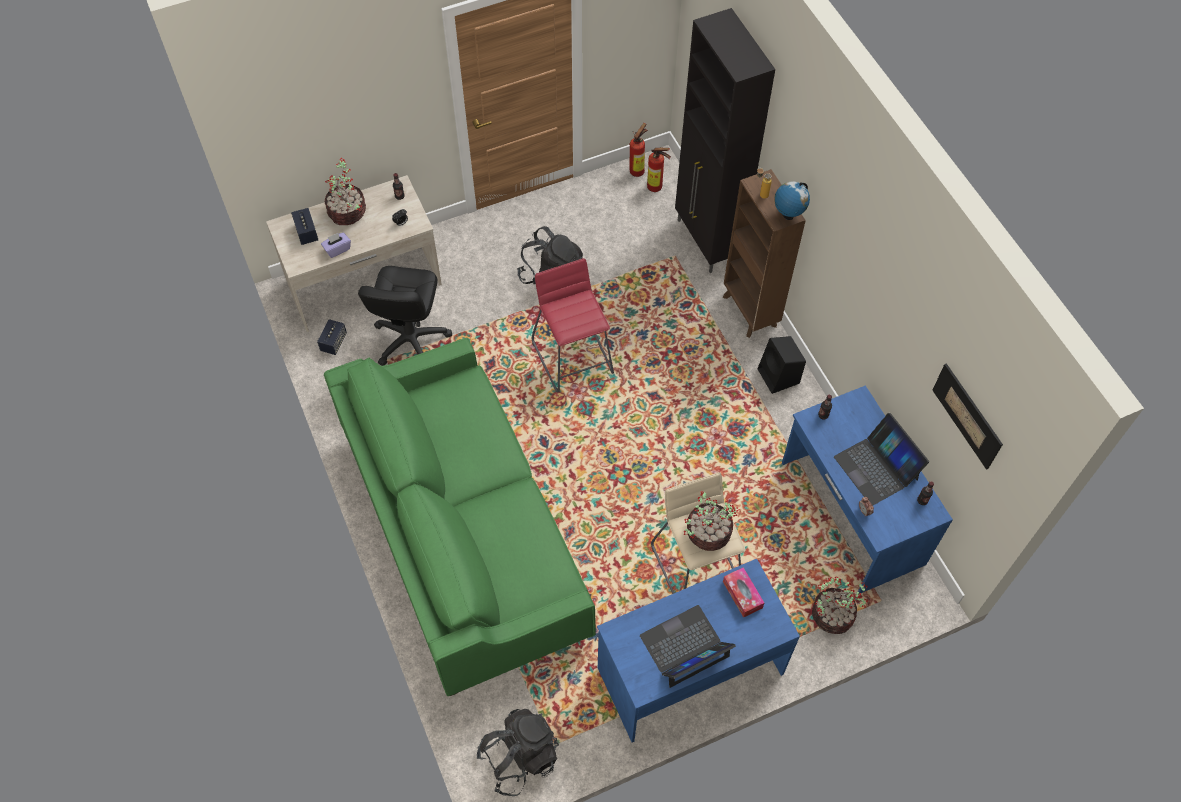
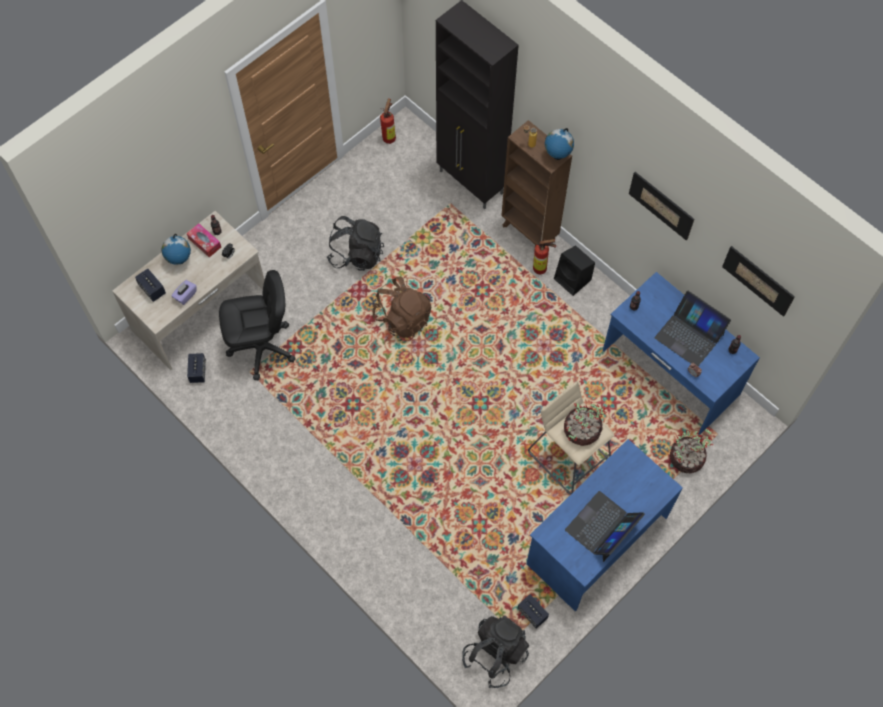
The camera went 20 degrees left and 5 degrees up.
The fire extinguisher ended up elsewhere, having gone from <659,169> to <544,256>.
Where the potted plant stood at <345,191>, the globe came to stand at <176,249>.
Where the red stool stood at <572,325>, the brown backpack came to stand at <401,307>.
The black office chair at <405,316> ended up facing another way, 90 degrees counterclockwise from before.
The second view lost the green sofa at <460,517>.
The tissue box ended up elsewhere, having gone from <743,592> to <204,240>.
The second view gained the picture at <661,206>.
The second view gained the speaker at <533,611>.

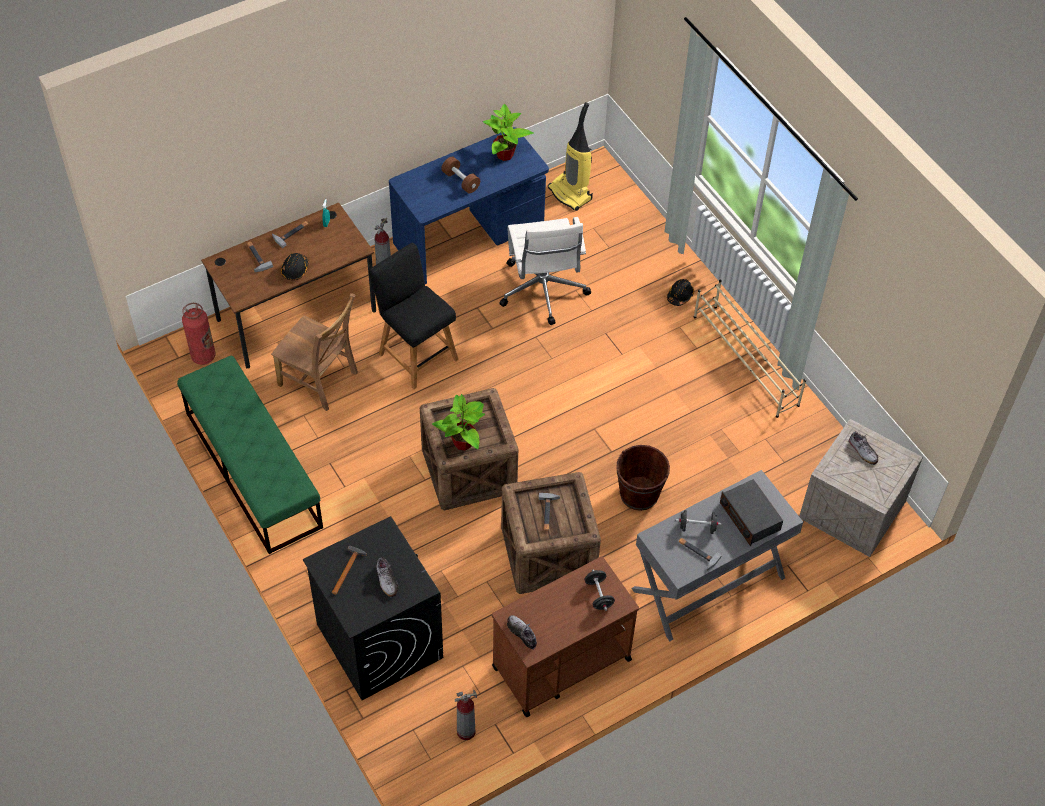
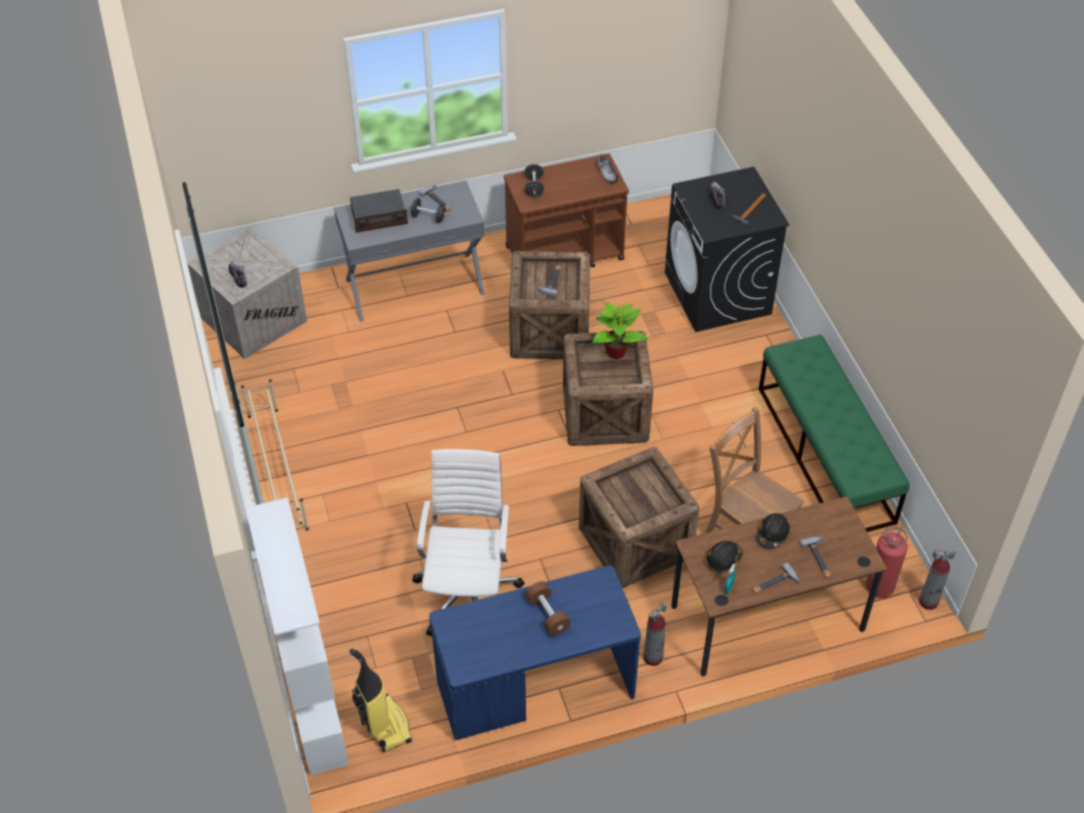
The camera went 165 degrees left and 5 degrees down.
The second view lost the potted plant at <508,132>.
Where the black stool stood at <413,316>, the crate came to stand at <639,517>.
The black hard hat ended up elsewhere, having gone from <680,292> to <724,557>.
The second view lost the brown bucket at <643,478>.
The radio at <751,512> ended up facing another way, 90 degrees clockwise from before.
The fire extinguisher ended up elsewhere, having gone from <466,715> to <938,579>.
The second view gained the white bookcase at <297,636>.

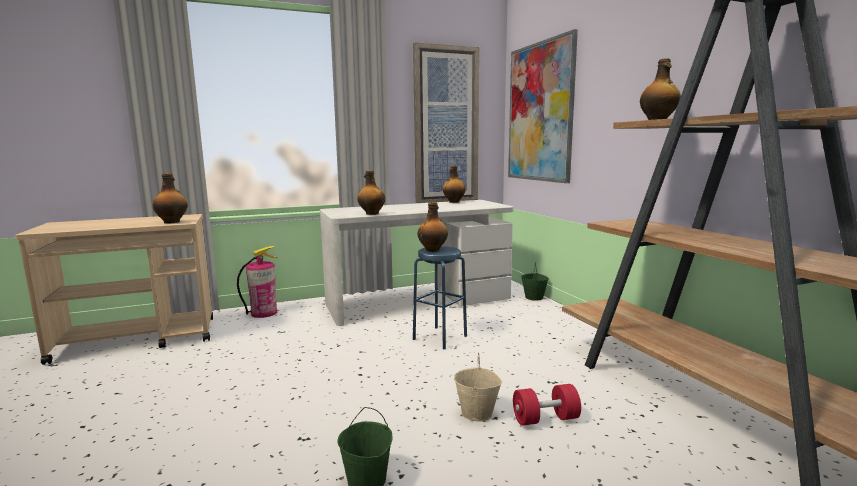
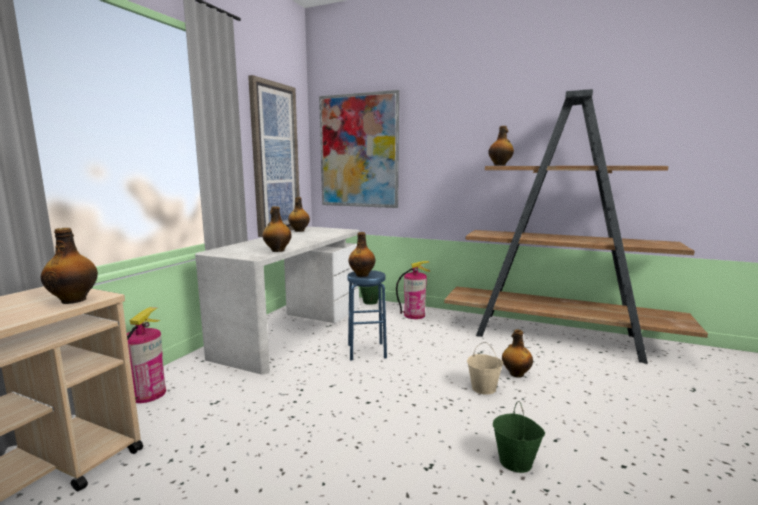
The camera went 45 degrees left and 0 degrees up.
Where the red dumbbell stood at <547,405>, the bottle came to stand at <517,353>.
The second view gained the fire extinguisher at <413,290>.

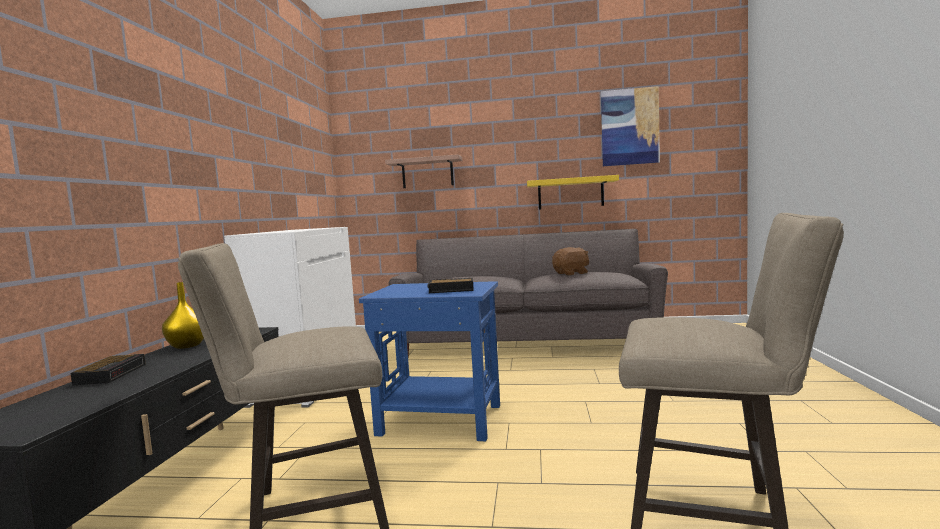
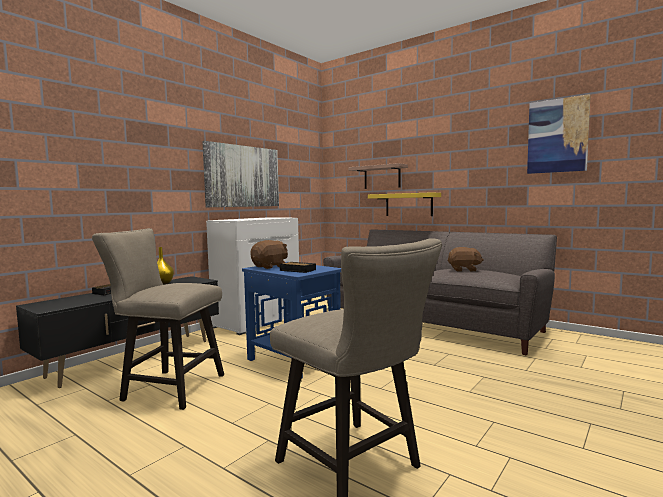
The camera went 30 degrees right and 0 degrees up.
The yellow shelf ended up elsewhere, having gone from <573,192> to <404,204>.
The second view gained the picture at <240,174>.
The second view gained the brown plush toy at <269,254>.

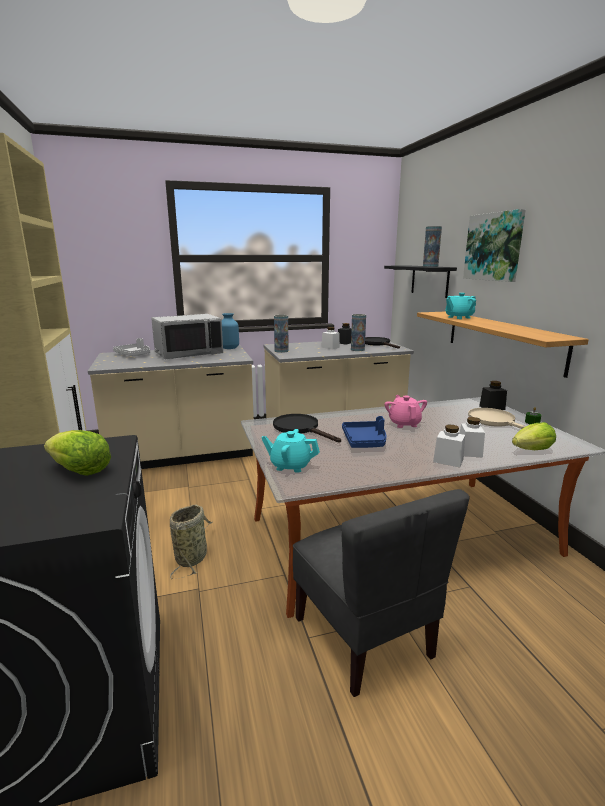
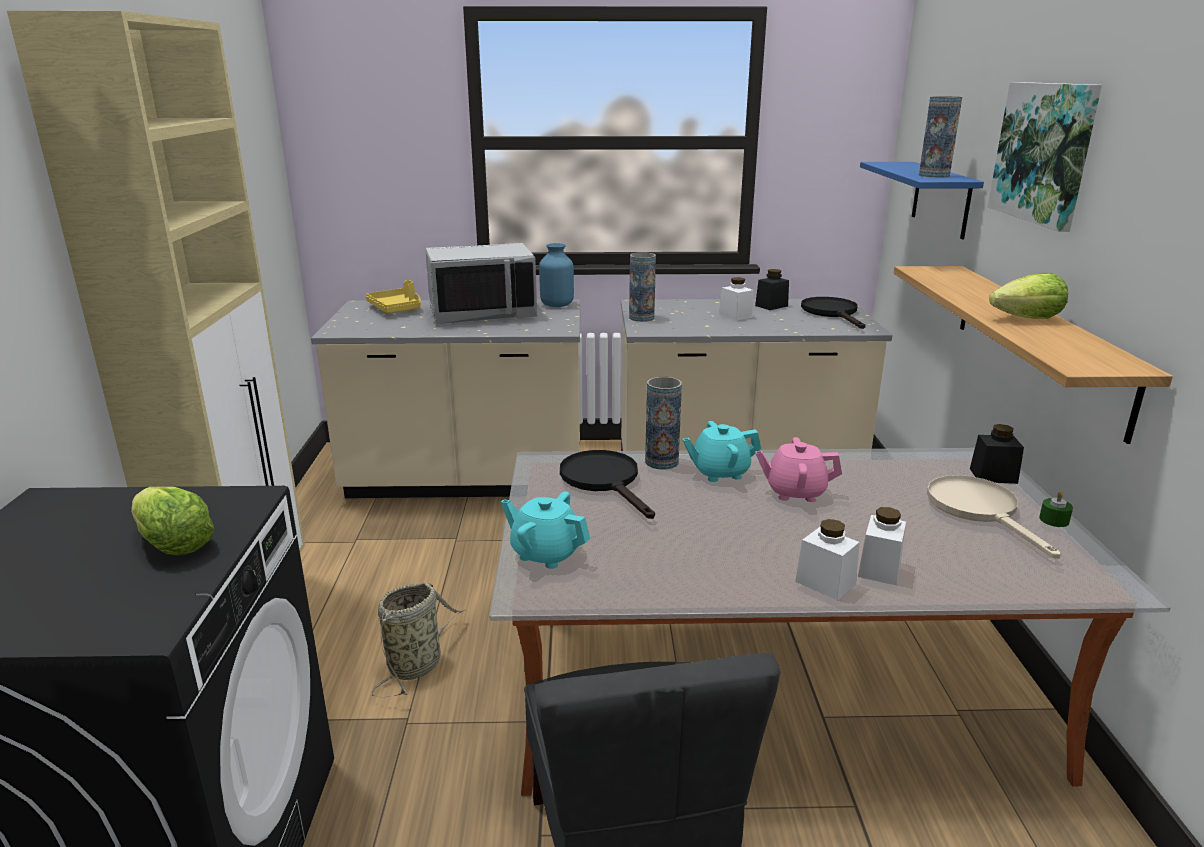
The camera went 15 degrees right and 5 degrees up.
What was the black shelf at <420,282> turned into the blue shelf at <922,200>.
The turquoise teapot ended up elsewhere, having gone from <460,306> to <721,451>.
The vase ended up elsewhere, having gone from <358,332> to <663,423>.
What was the grey tray at <131,347> turned into the yellow tray at <393,296>.
The pink teapot at <405,411> ended up facing another way, 90 degrees counterclockwise from before.
The second view lost the blue tray at <364,432>.
The lettuce ended up elsewhere, having gone from <534,436> to <1028,296>.

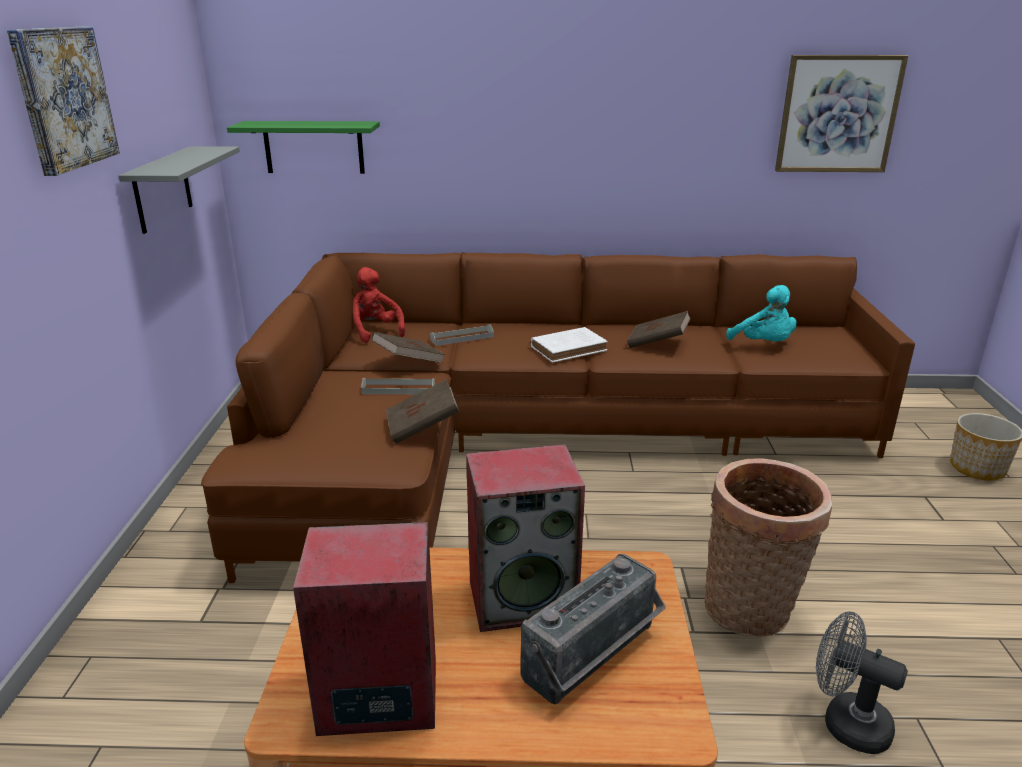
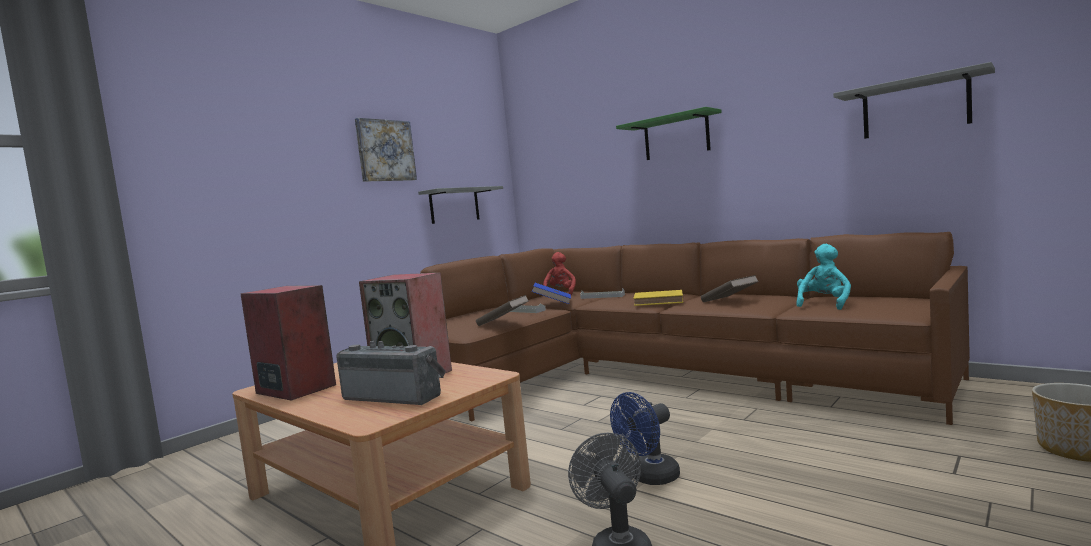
The camera went 40 degrees right and 20 degrees down.
Where the picture hung at <841,113>, the grey shelf came to hang at <914,100>.
The green shelf ended up elsewhere, having gone from <303,147> to <669,133>.
The turquoise plush toy at <761,313> ended up facing another way, 150 degrees counterclockwise from before.
What was the white book at <569,345> turned into the yellow book at <658,298>.
What was the brown book at <408,347> turned into the blue book at <551,293>.
Where the basket stood at <768,547>, the blue fan came to stand at <645,438>.
The radio at <593,629> ended up facing another way, 150 degrees counterclockwise from before.

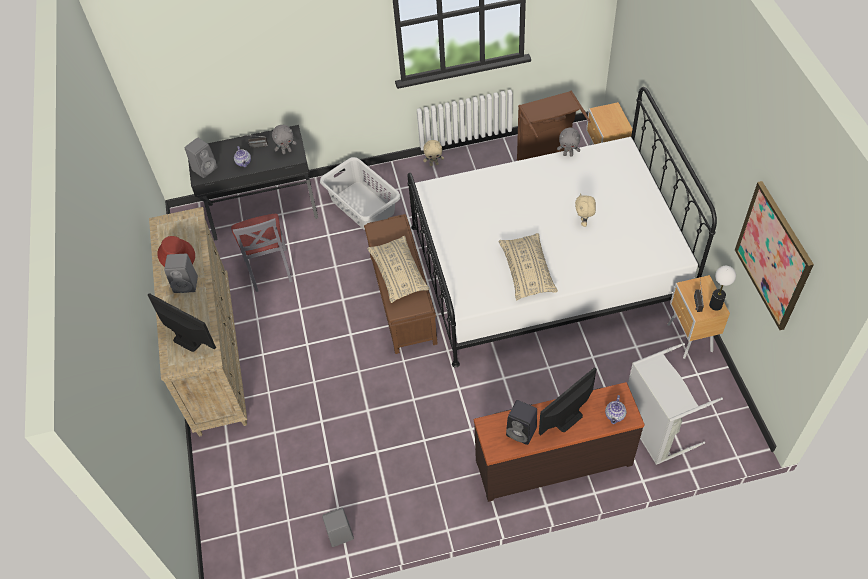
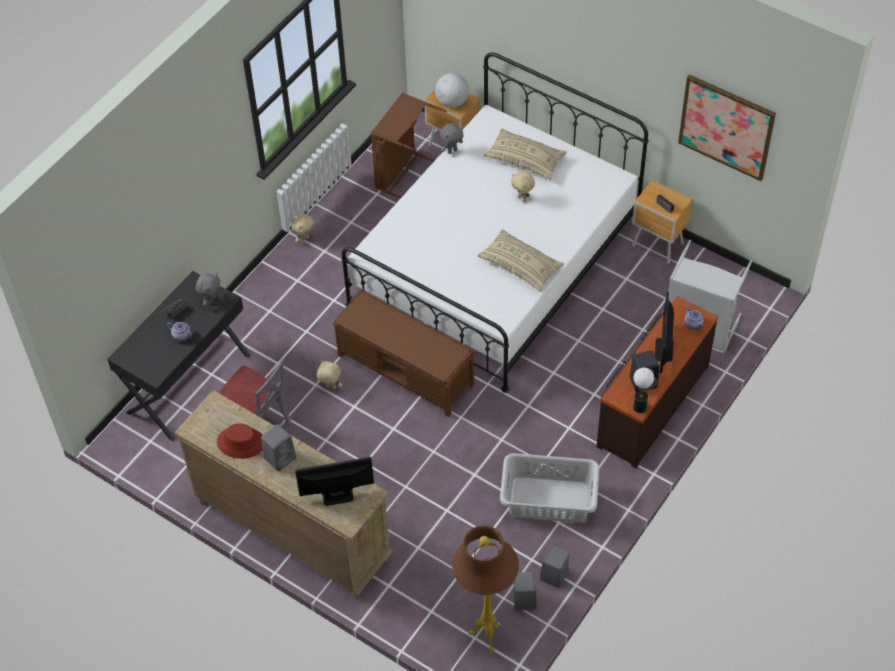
The camera went 45 degrees left and 0 degrees up.
The grey speaker ended up elsewhere, having gone from <201,158> to <525,591>.
The grey laundry basket ended up elsewhere, having gone from <360,193> to <550,488>.
The beige pillow ended up elsewhere, having gone from <398,269> to <525,154>.
The table lamp ended up elsewhere, having gone from <722,288> to <643,390>.
The second view gained the globe at <452,90>.
The second view gained the beige plush toy at <329,375>.
The second view gained the brown floor lamp at <485,588>.

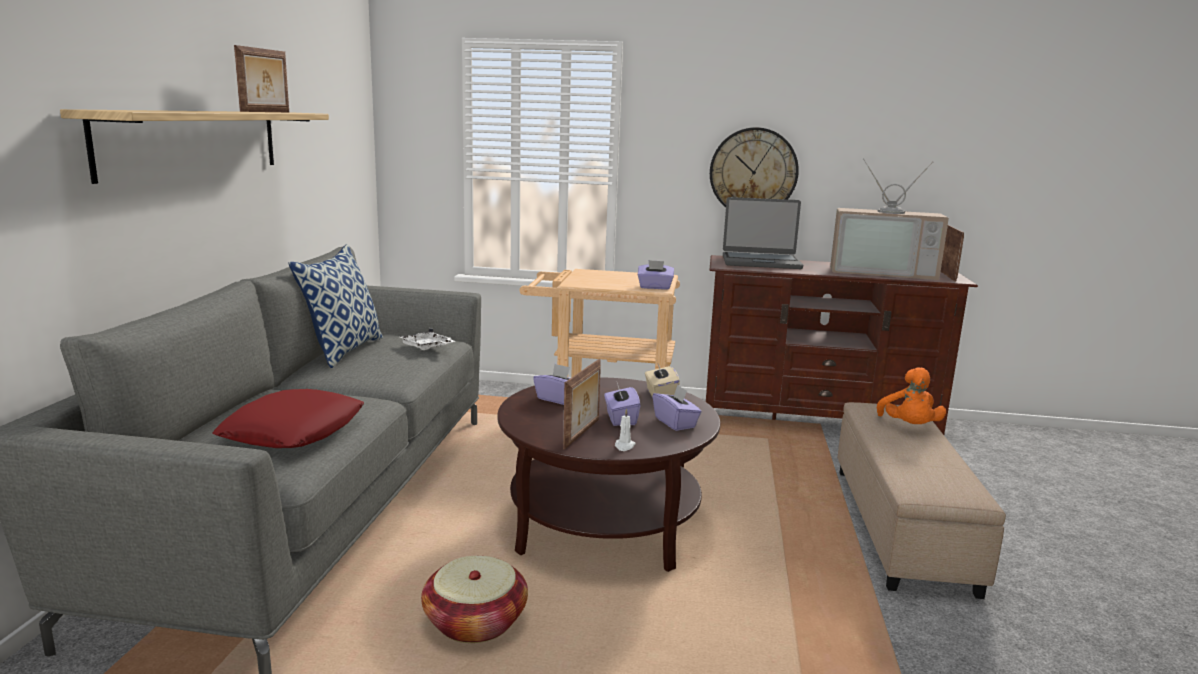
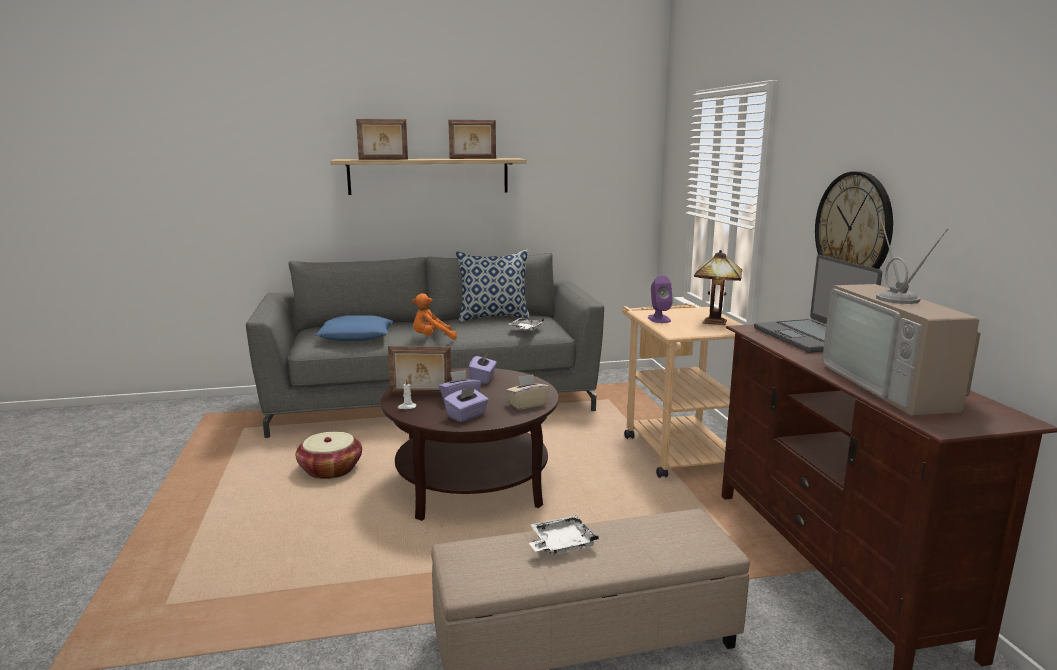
The camera went 70 degrees right and 0 degrees up.
The picture frame ended up elsewhere, having gone from <952,253> to <382,139>.
The second view lost the purple tissue box at <656,275>.
The orange plush toy ended up elsewhere, having gone from <911,396> to <434,316>.
What was the red pillow at <288,418> turned into the blue pillow at <355,328>.
The second view gained the table lamp at <718,287>.
The second view gained the purple speaker at <660,299>.
The second view gained the white tray at <564,535>.

